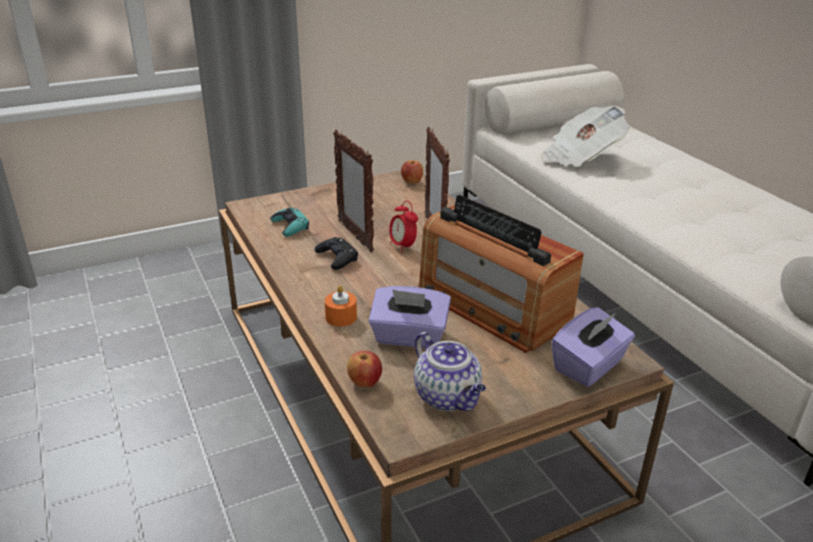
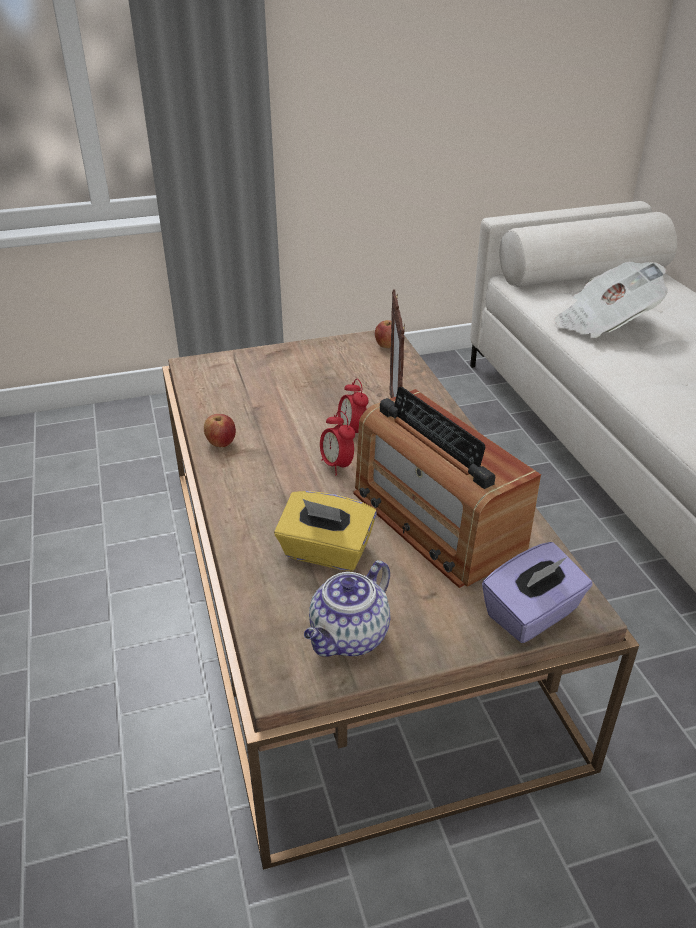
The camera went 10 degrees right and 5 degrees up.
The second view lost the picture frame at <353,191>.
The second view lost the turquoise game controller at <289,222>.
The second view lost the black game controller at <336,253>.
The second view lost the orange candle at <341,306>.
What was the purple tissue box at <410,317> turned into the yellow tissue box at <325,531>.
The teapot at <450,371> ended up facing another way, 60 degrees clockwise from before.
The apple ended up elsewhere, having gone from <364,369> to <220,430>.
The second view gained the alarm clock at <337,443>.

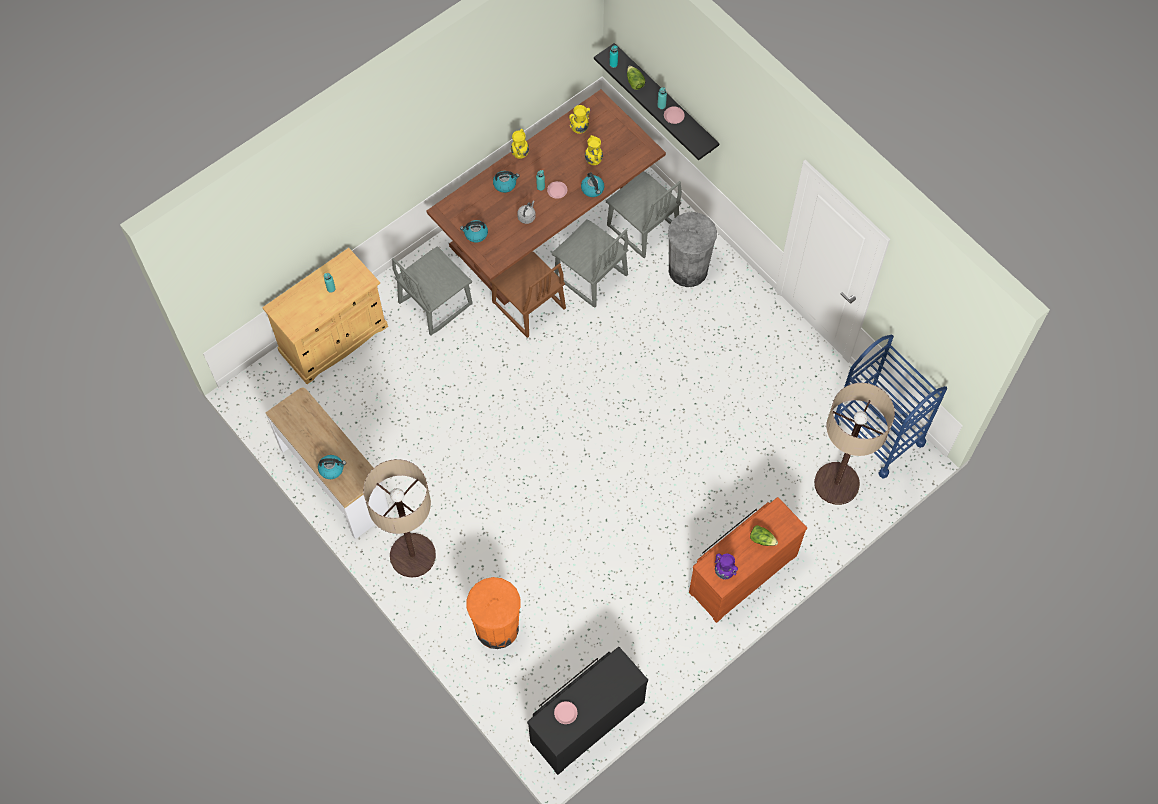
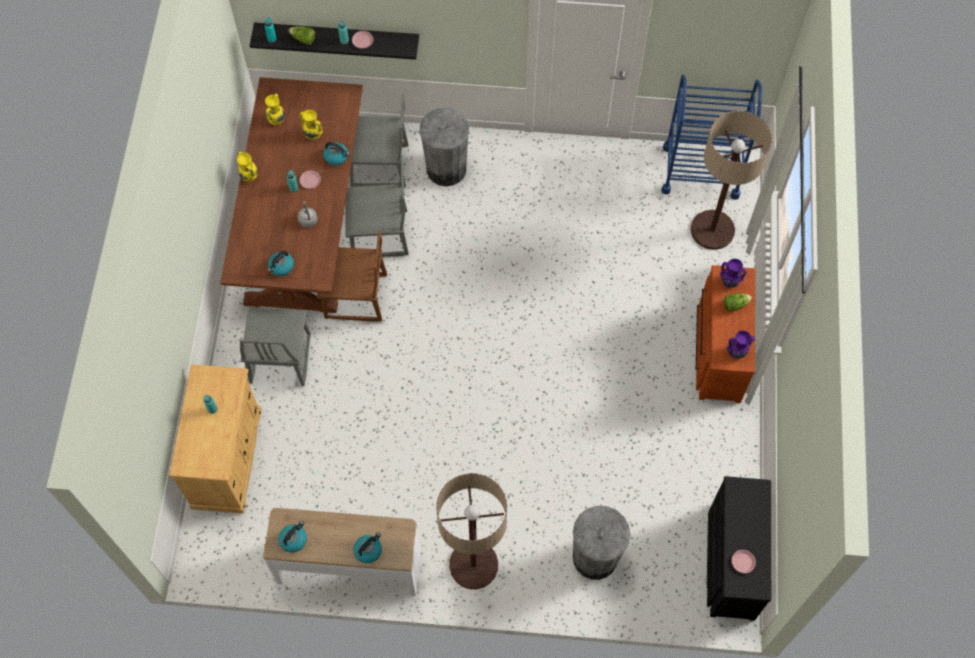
The camera went 45 degrees left and 0 degrees up.
The kettle ended up elsewhere, having gone from <506,182> to <292,536>.
What was the orange trash can at <494,613> turned into the grey trash can at <602,543>.
The second view gained the purple vase at <733,273>.

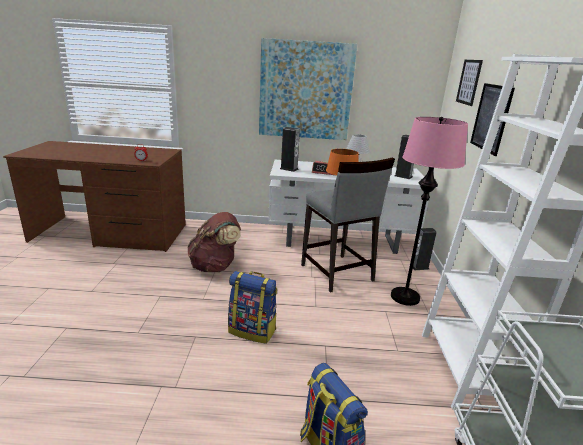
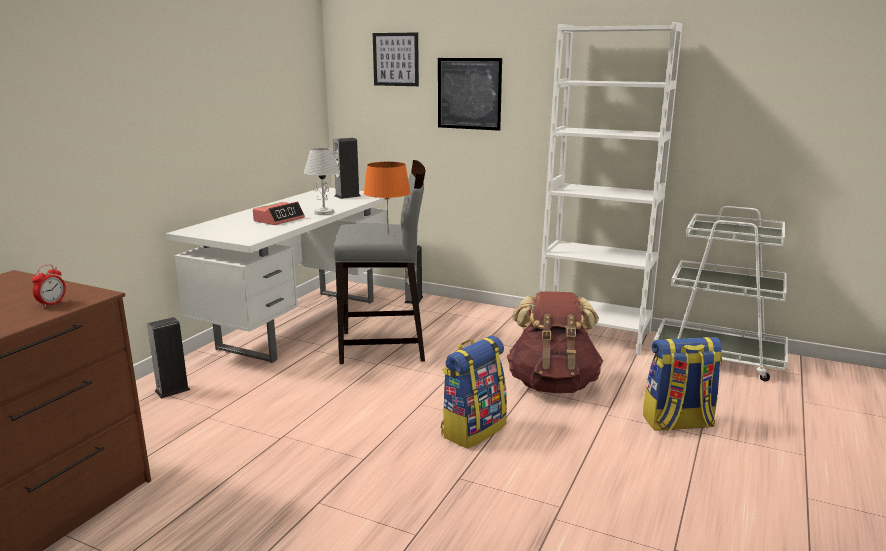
The camera went 65 degrees left and 5 degrees down.
The second view lost the picture at <308,89>.
The second view lost the pink floor lamp at <429,211>.
The speaker ended up elsewhere, having gone from <290,149> to <168,358>.
The brown backpack ended up elsewhere, having gone from <214,242> to <555,342>.

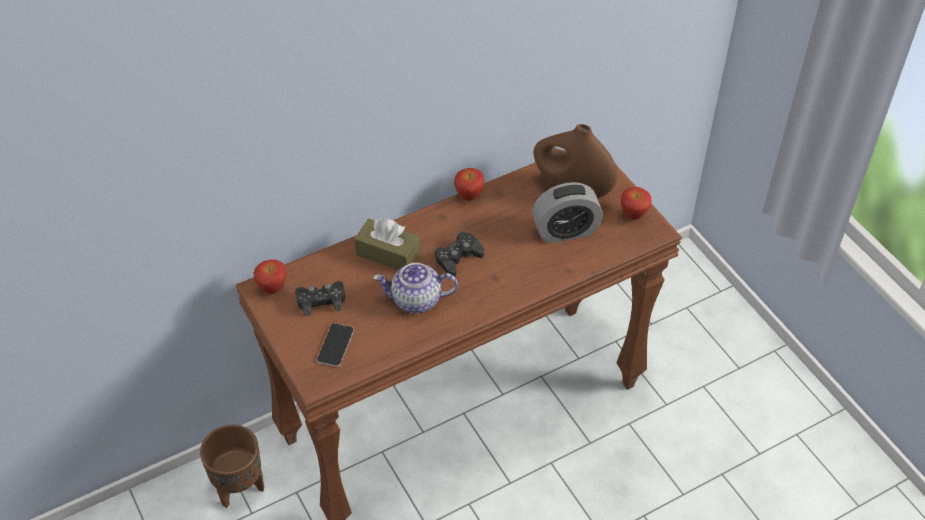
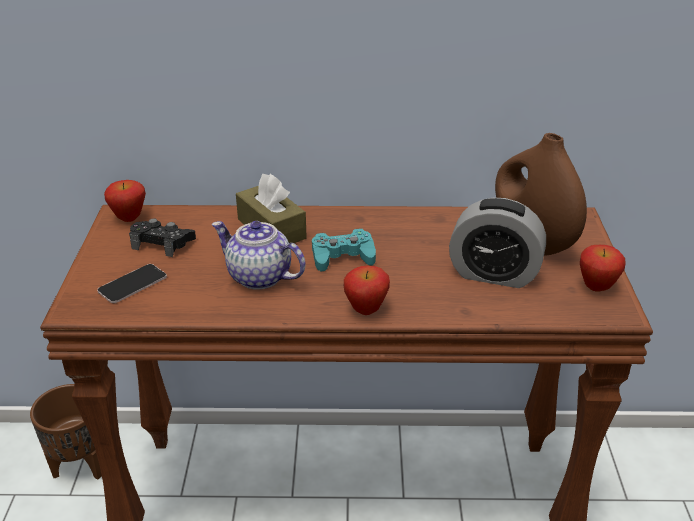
The camera went 30 degrees right and 15 degrees down.
The apple ended up elsewhere, having gone from <469,184> to <367,290>.
What was the black game controller at <459,254> turned into the turquoise game controller at <344,249>.

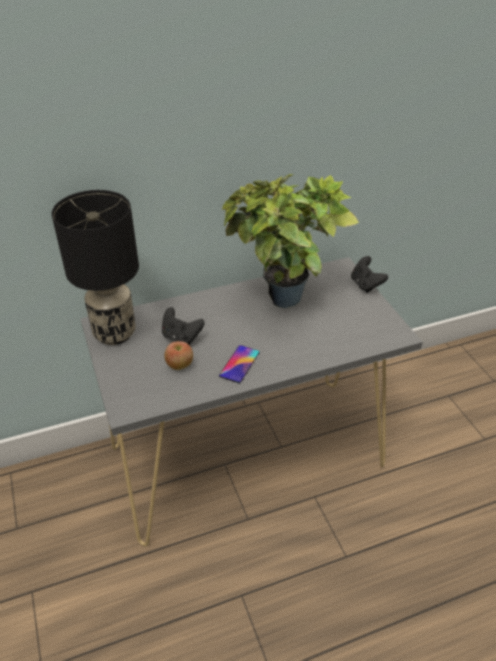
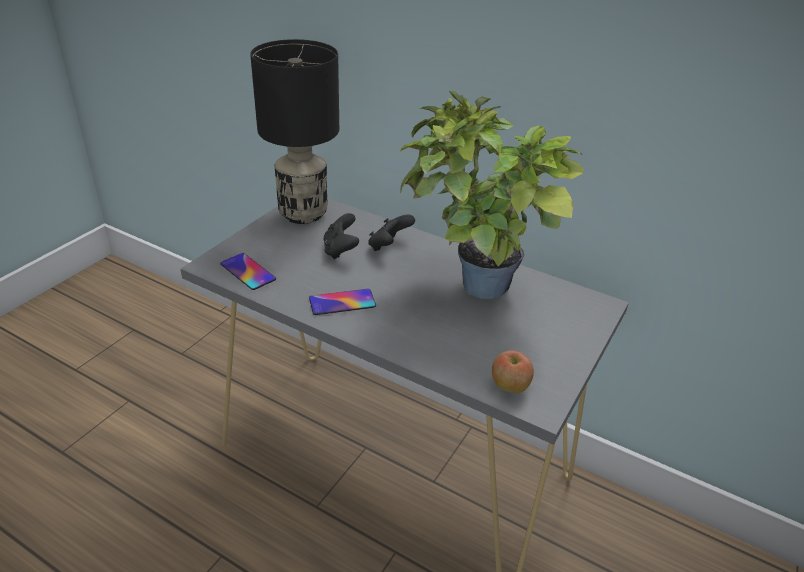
The camera went 50 degrees right and 5 degrees down.
The black game controller ended up elsewhere, having gone from <369,274> to <391,232>.
The apple ended up elsewhere, having gone from <179,355> to <513,371>.
The second view gained the phone at <248,271>.

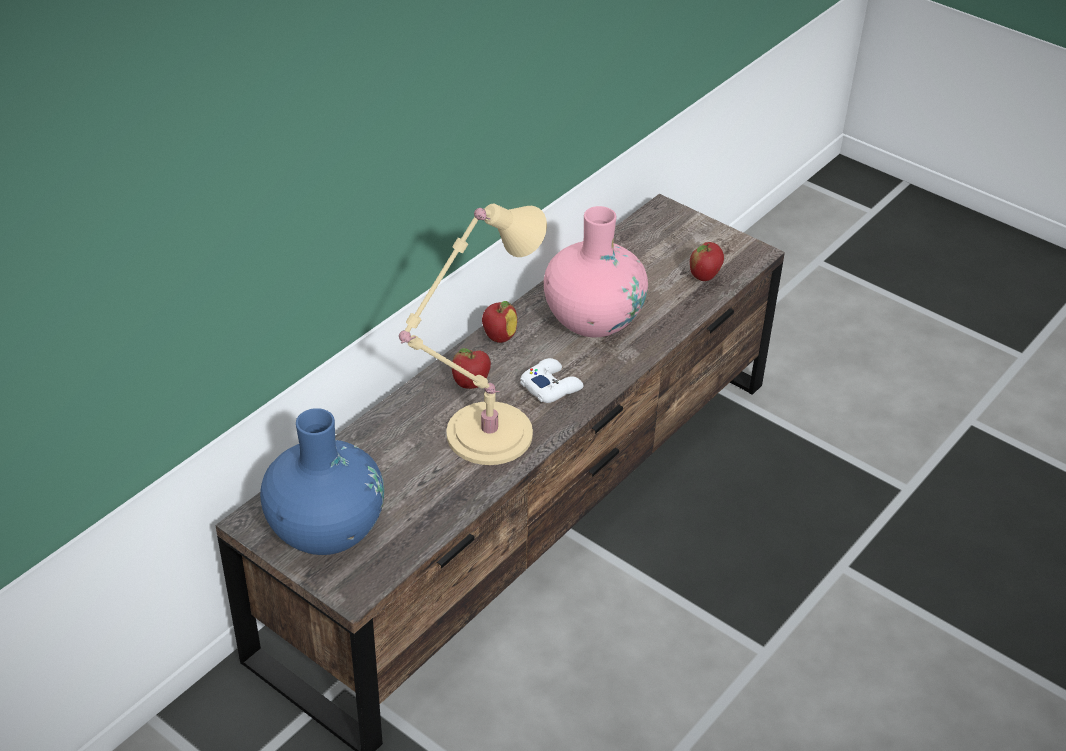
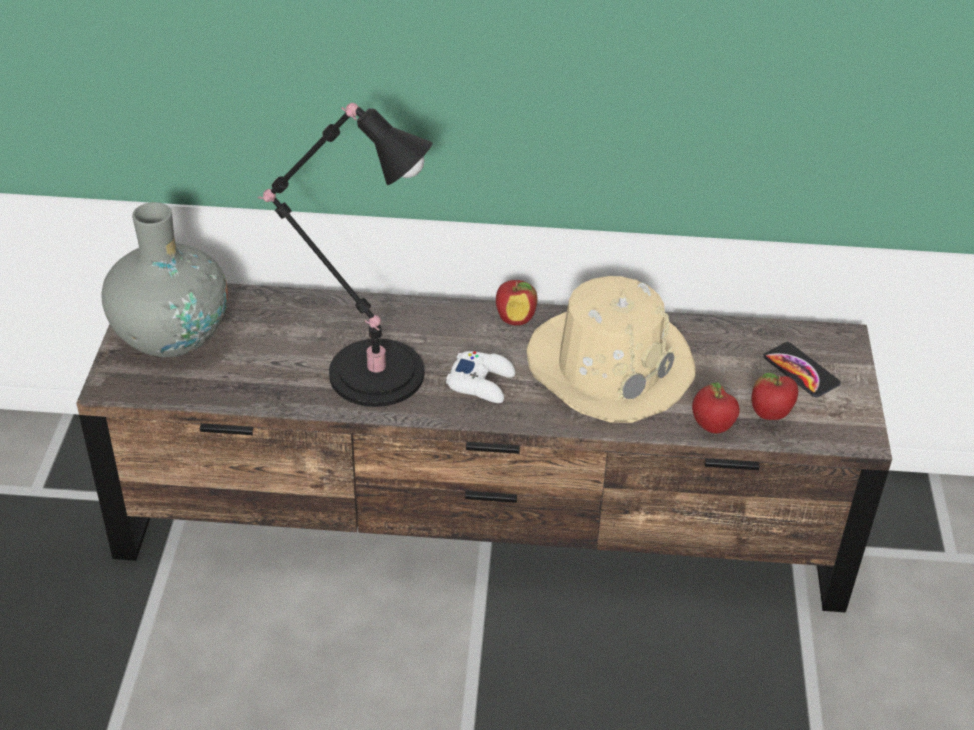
The camera went 55 degrees right and 0 degrees up.
What was the beige table lamp at <473,334> turned into the black table lamp at <345,255>.
Where the pink vase stood at <596,271>, the beige hat came to stand at <611,349>.
The apple ended up elsewhere, having gone from <471,368> to <716,408>.
What was the blue vase at <322,481> turned into the grey vase at <165,279>.
The second view gained the phone at <802,369>.

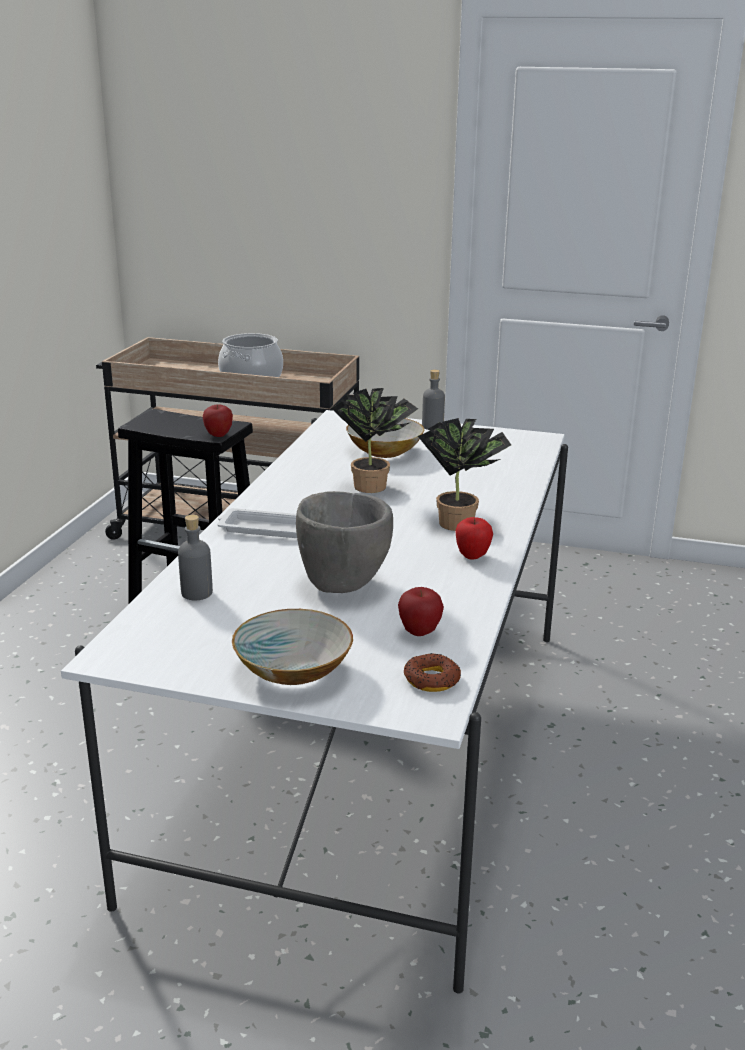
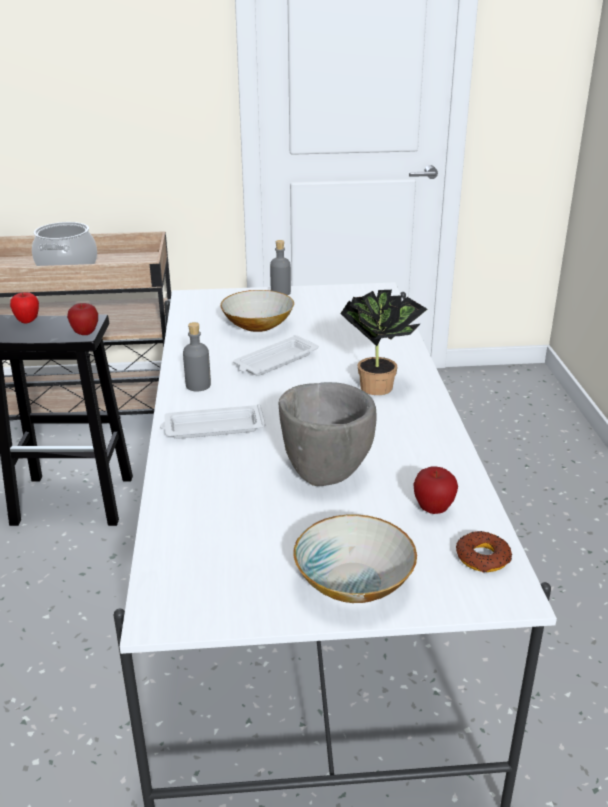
The camera went 20 degrees left and 5 degrees up.
Where the potted plant stood at <374,440>, the white tray came to stand at <276,355>.
The grey bottle ended up elsewhere, having gone from <195,557> to <197,356>.
The apple ended up elsewhere, having gone from <474,538> to <24,308>.

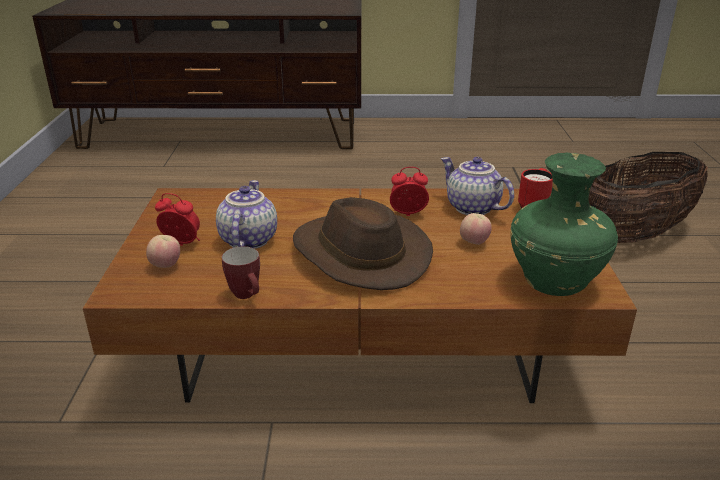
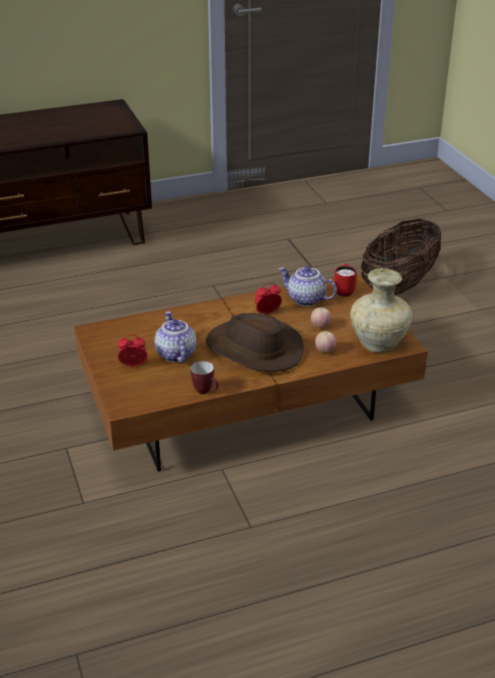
The camera went 20 degrees left and 5 degrees up.
What was the green vase at <564,224> turned into the beige vase at <381,310>.
The apple ended up elsewhere, having gone from <163,251> to <325,341>.

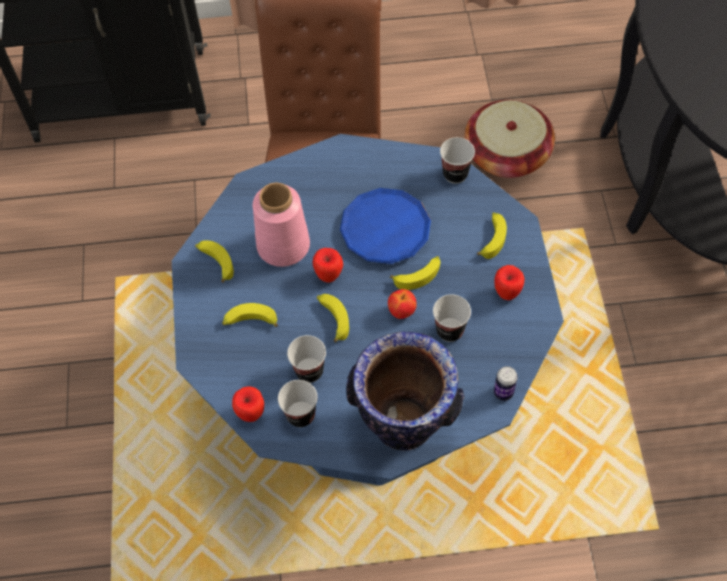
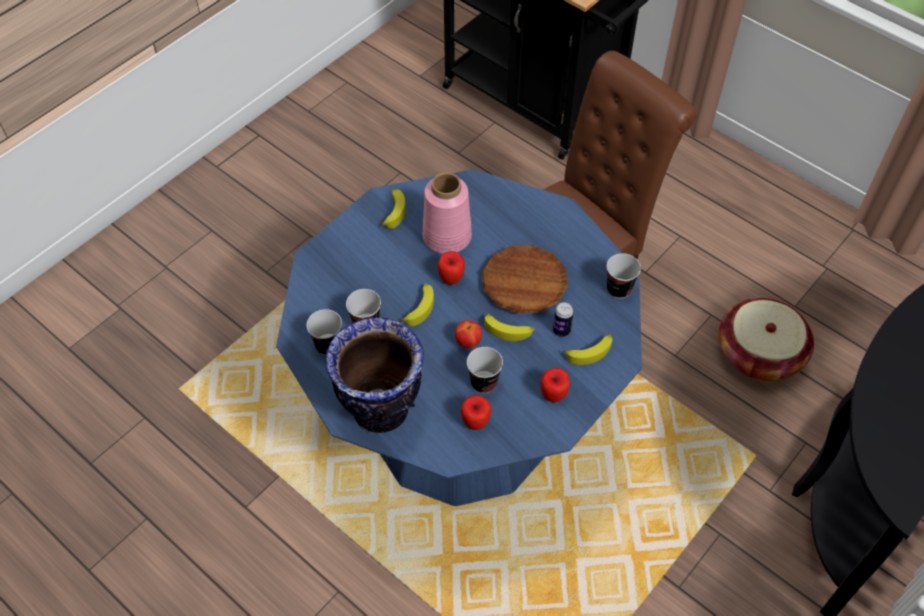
The camera went 45 degrees right and 5 degrees down.
What was the blue plate at <385,226> turned into the brown plate at <525,279>.
The second view lost the banana at <250,315>.
The can ended up elsewhere, having gone from <506,383> to <563,319>.
The apple ended up elsewhere, having gone from <248,404> to <476,412>.

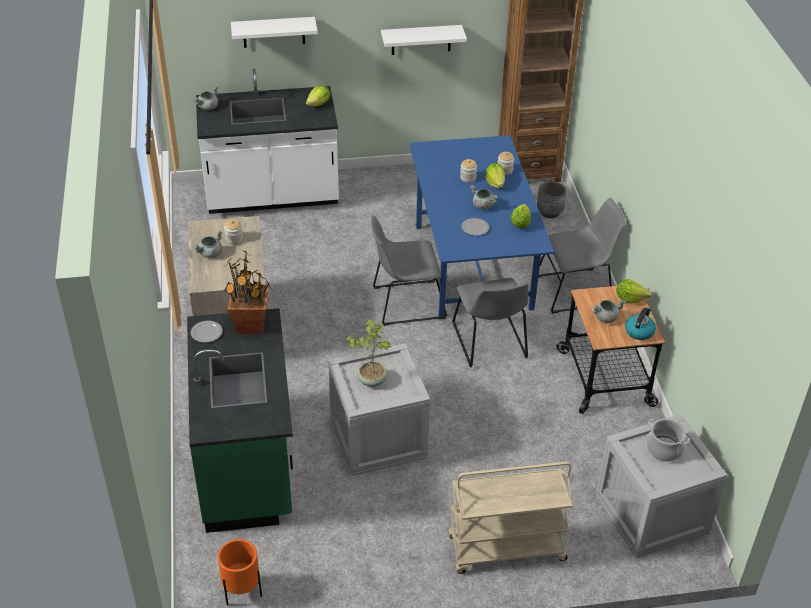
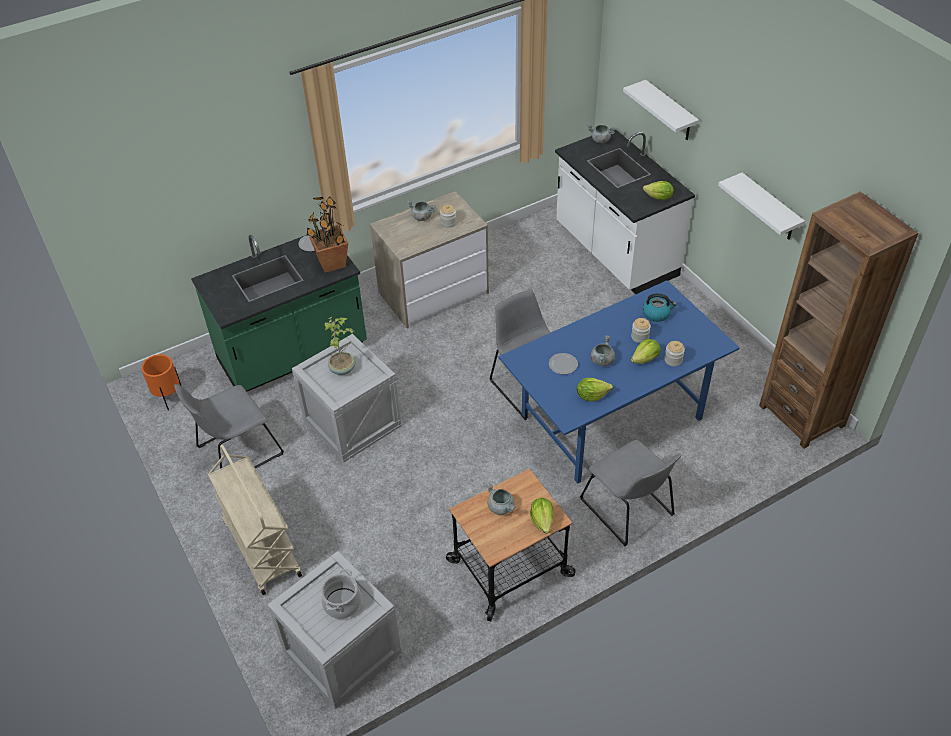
The camera went 70 degrees right and 5 degrees up.
The second view lost the grey planter at <551,199>.
The grey chair ended up elsewhere, having gone from <490,322> to <229,426>.
The kettle ended up elsewhere, having gone from <640,324> to <660,307>.

